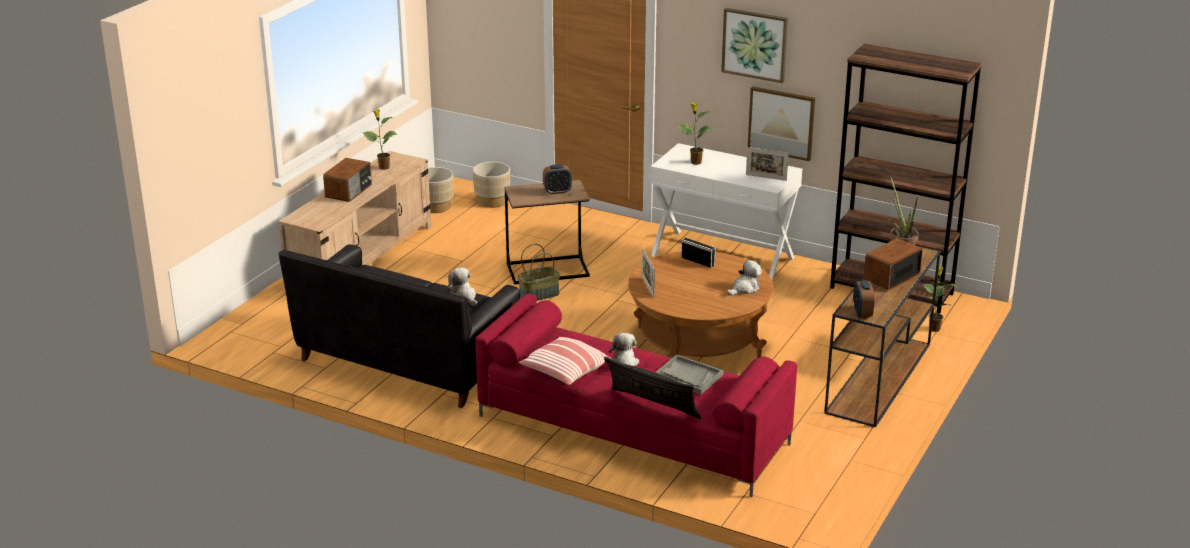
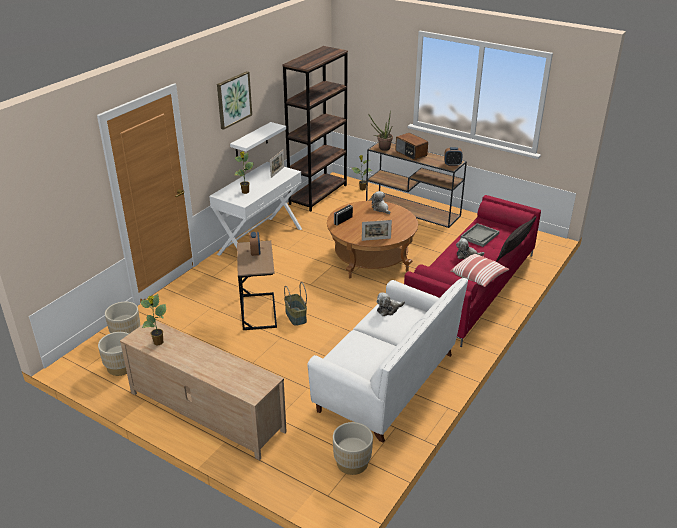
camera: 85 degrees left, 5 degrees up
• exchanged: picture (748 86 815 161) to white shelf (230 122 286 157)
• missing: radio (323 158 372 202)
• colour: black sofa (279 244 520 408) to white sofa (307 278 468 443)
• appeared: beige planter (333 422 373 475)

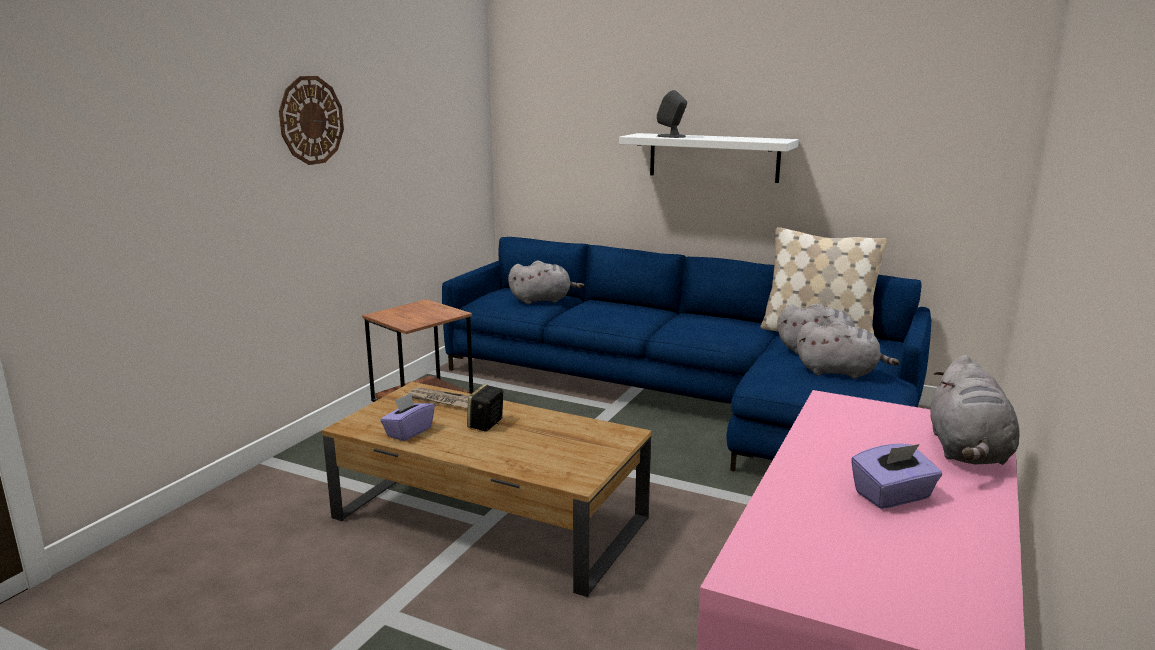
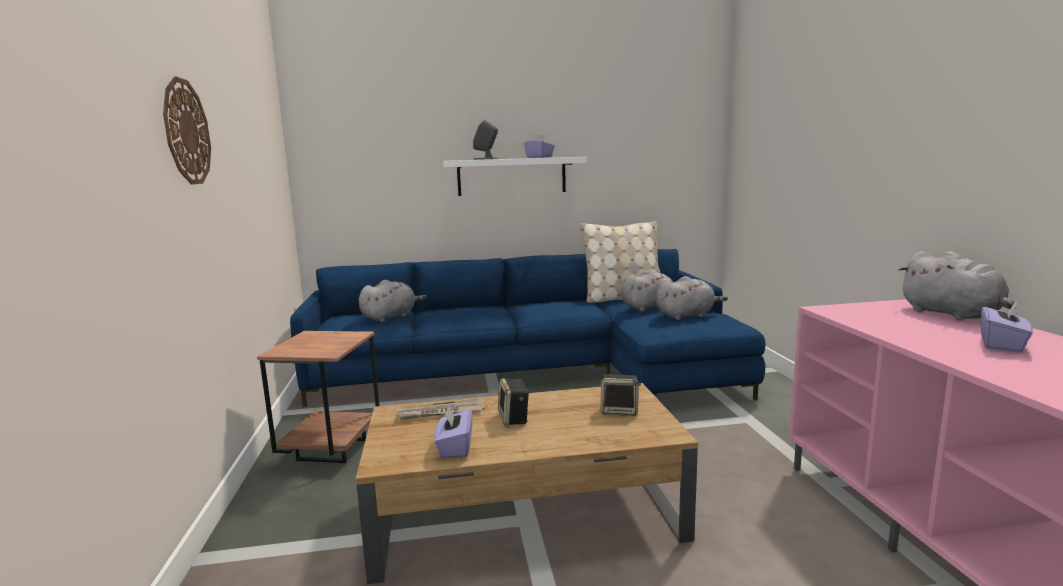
camera: 35 degrees left, 5 degrees down
• appeared: purple tissue box (524 135 555 158)
• appeared: speaker (600 374 641 416)

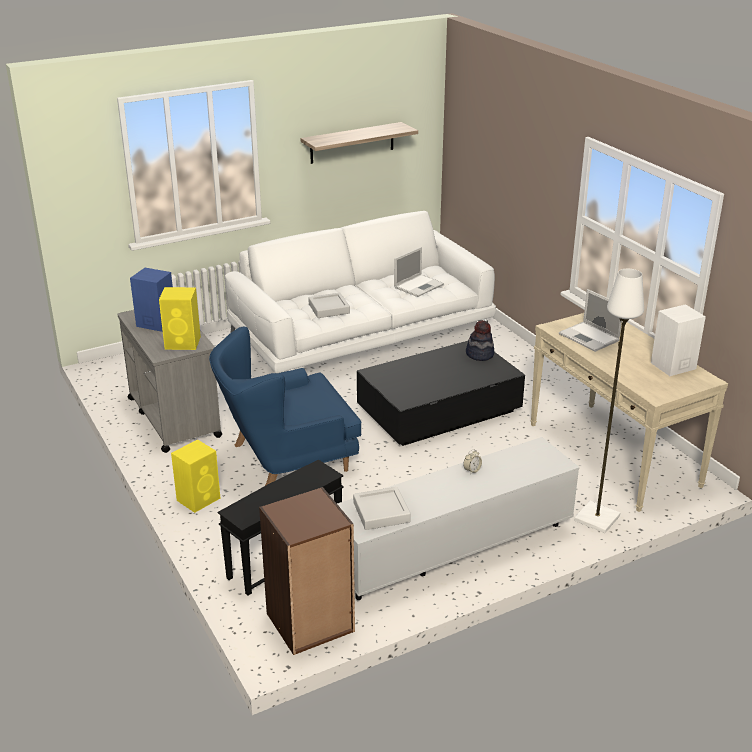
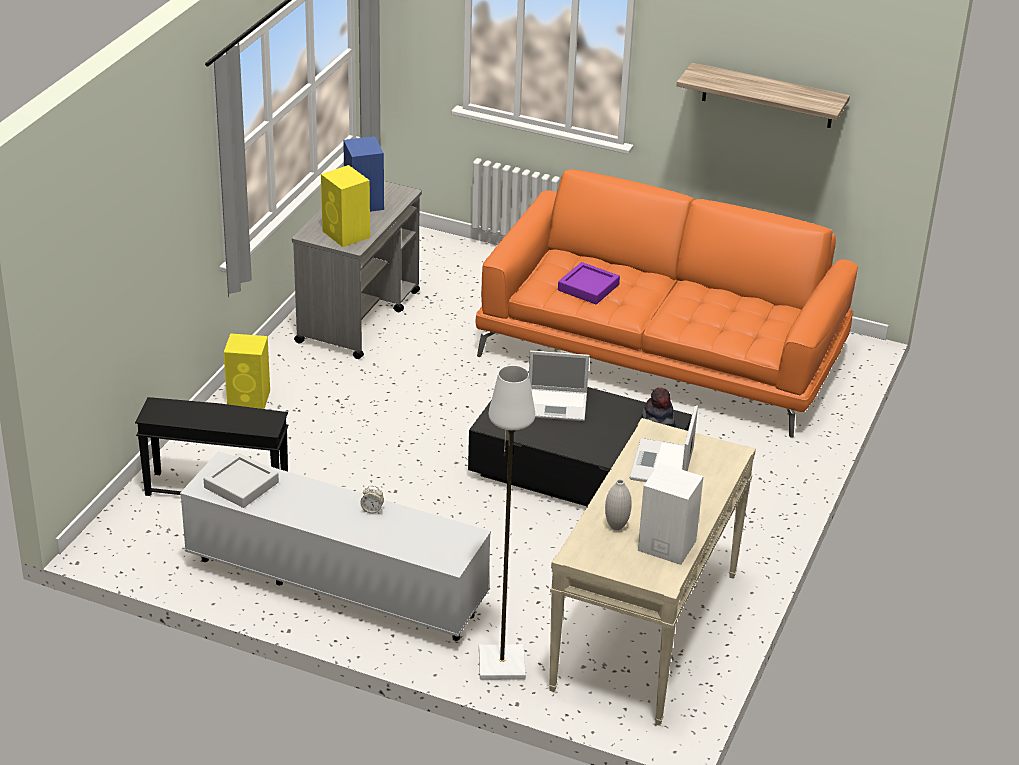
camera: 50 degrees right, 5 degrees up
• colour: white sofa (225 211 496 373) to orange sofa (475 169 858 438)
• relocated: laptop (394 247 444 297) to (529 351 590 421)
• colour: grey tray (308 293 350 318) to purple tray (558 262 620 304)
• missing: blue armchair (209 327 362 486)
• missing: brown bookcase (259 487 355 655)
• appeared: white vase (605 479 632 530)

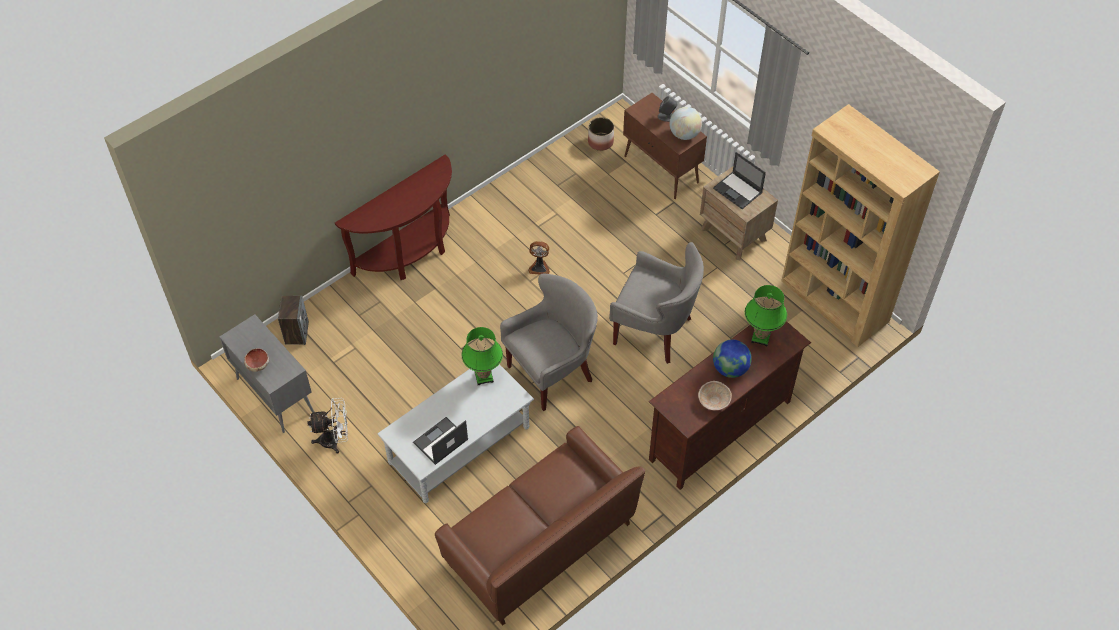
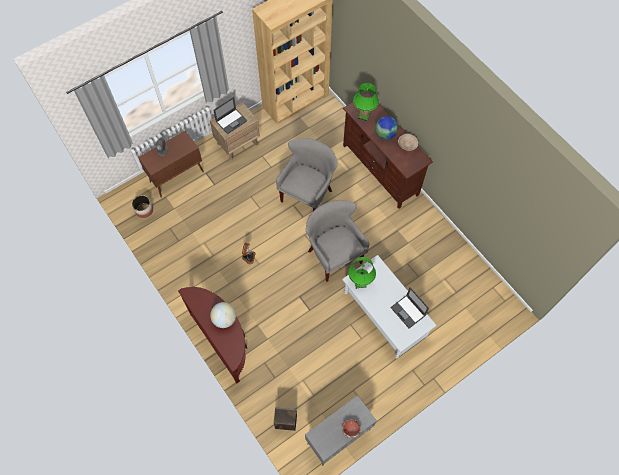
camera: 85 degrees left, 10 degrees up
• relocated: globe (669 107 702 140) to (210 302 236 328)
• missing: white fan (307 398 348 454)
• missing: brown sofa (435 426 645 626)

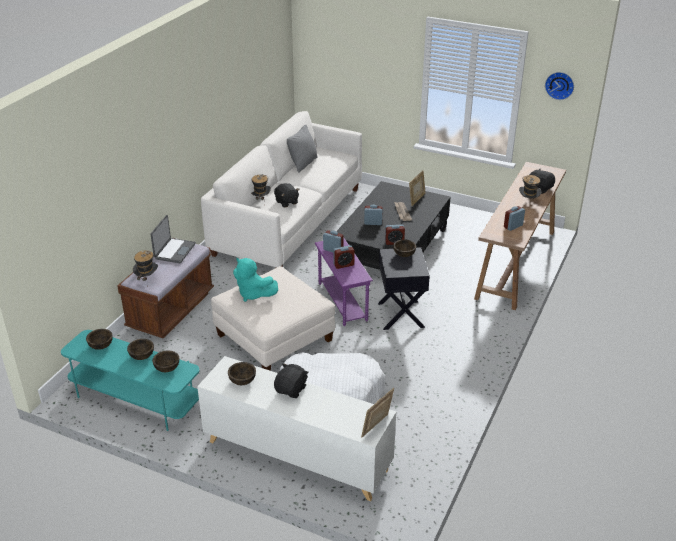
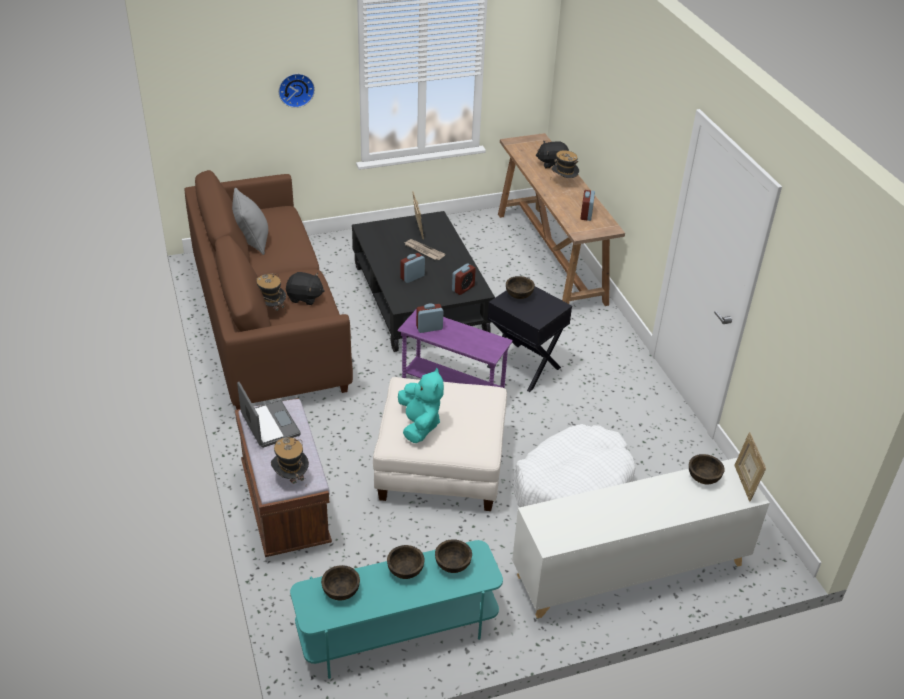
camera: 45 degrees left, 5 degrees up
• relocated: wall clock (545 72 574 100) to (278 74 315 108)
• colour: white sofa (201 111 362 268) to brown sofa (185 170 353 410)
• missing: alarm clock (333 245 355 269)
• spun: turquoise plush toy (233 258 278 302) = (398 368 444 443) 90 degrees counterclockwise
• relocated: brown bowl (228 362 256 385) to (689 454 724 484)
• missing: black plush toy (274 363 309 398)

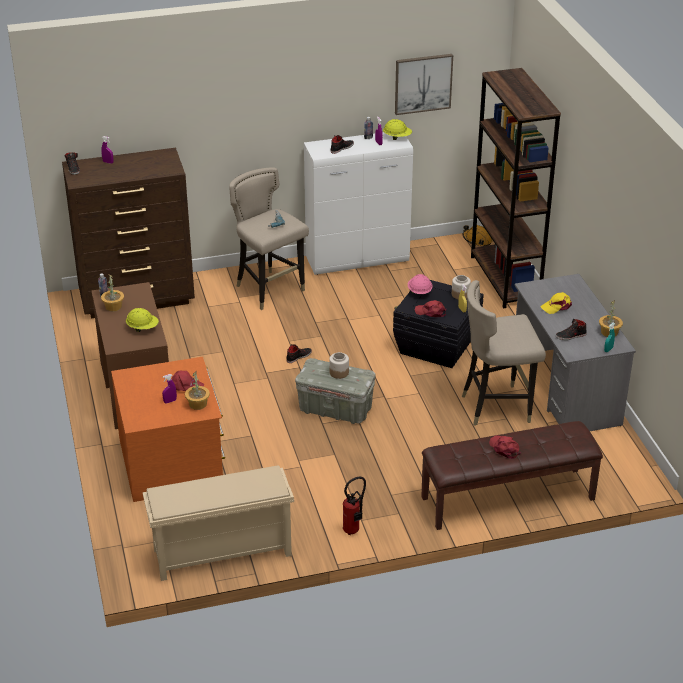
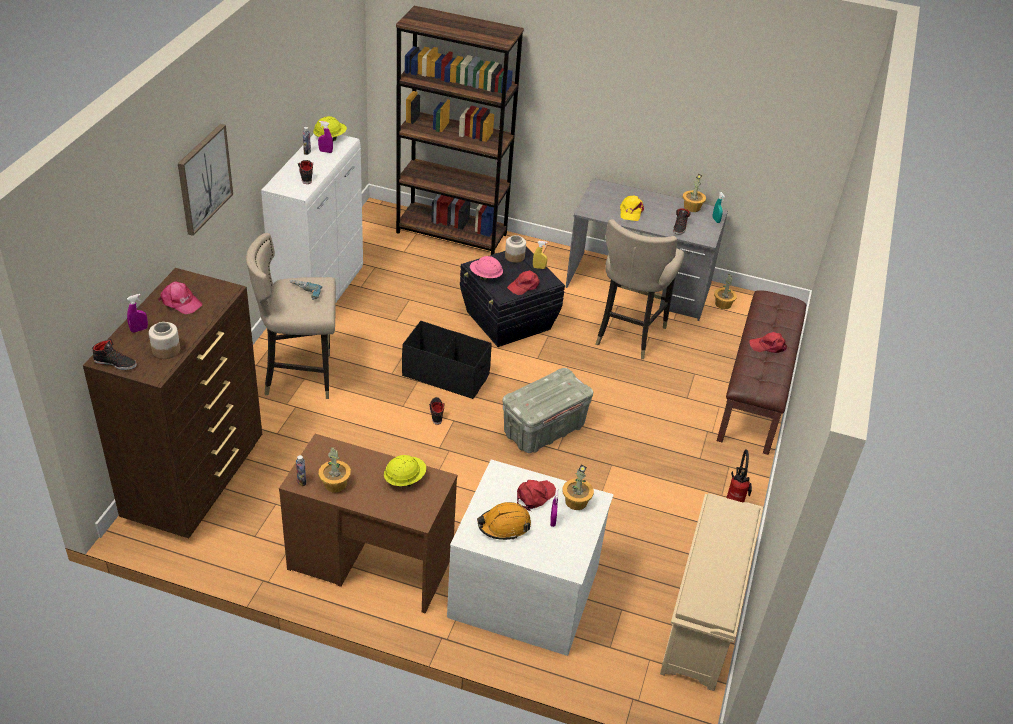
camera: 60 degrees left, 5 degrees up
• relocated: picture (395 54 453 115) to (178 124 233 236)
• relocated: orange hard hat (463 225 493 246) to (477 502 531 540)
• relocated: jar (329 352 349 379) to (149 322 180 359)
• colour: orange dresser (111 357 225 502) to white dresser (447 460 613 656)
• appeared: potted plant (714 274 737 309)
• appeared: pink cap (158 282 202 314)
• appeared: black storage box (402 321 492 399)

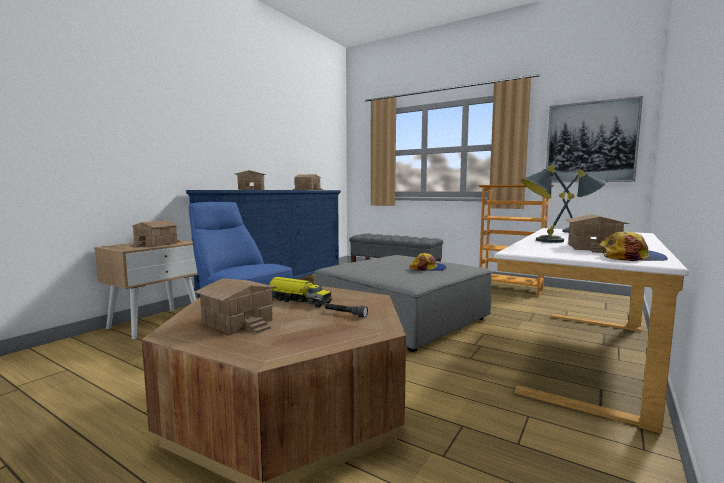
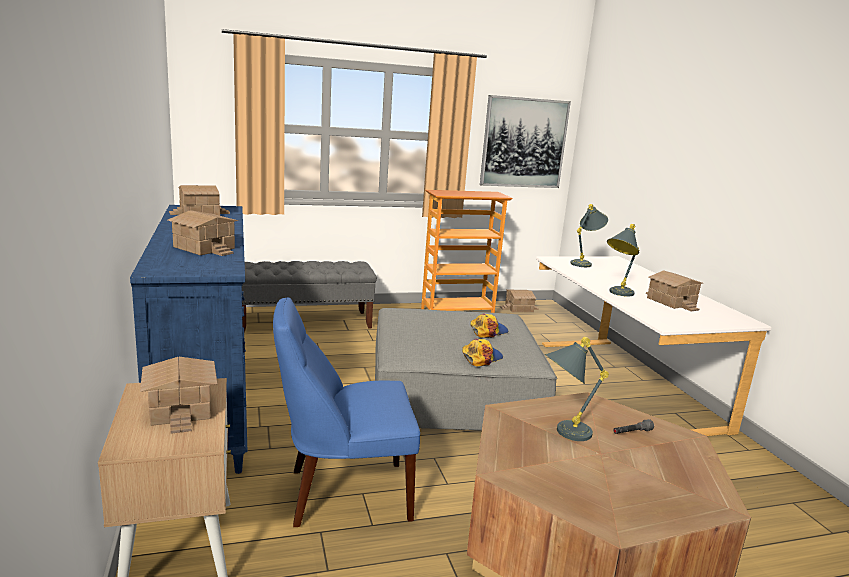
camera: 50 degrees left, 10 degrees up
• relocated: cap (600 231 668 261) to (462 338 503 366)
• exchanged: toy truck (269 277 332 308) to grey table lamp (545 337 609 441)
• relocated: toy house (195 278 276 334) to (500 290 539 312)

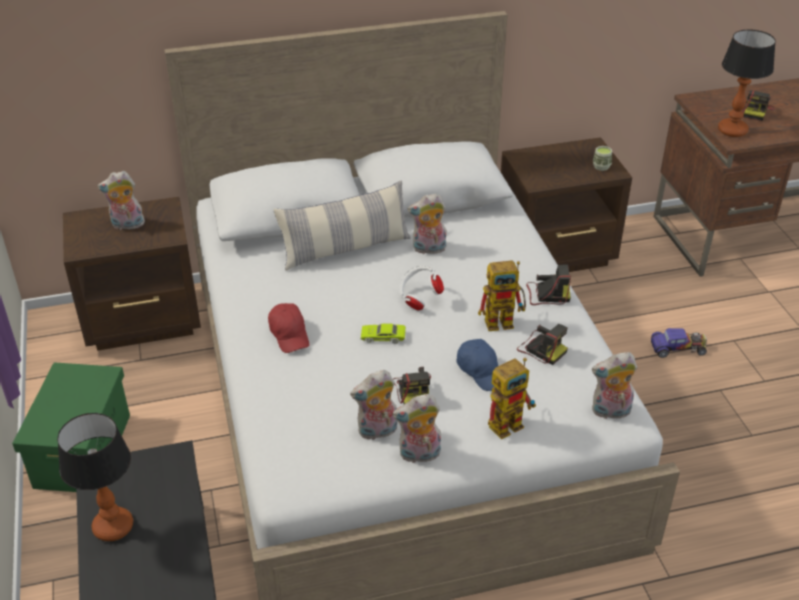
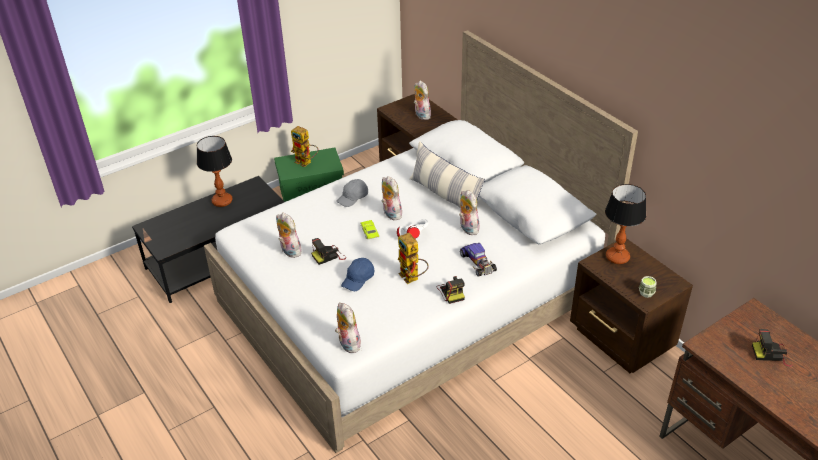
camera: 70 degrees right, 0 degrees up
• relocated: table lamp (718 29 776 137) to (605 184 646 264)
• colour: red cap (268 303 309 353) to grey cap (336 179 368 207)
• missing: photo camera (517 324 568 365)
• relocated: toy car (651 328 707 358) to (460 243 497 277)
• relocated: toy robot (488 358 536 440) to (291 126 318 167)
• relocated: plush toy (392 394 441 463) to (381 176 402 220)

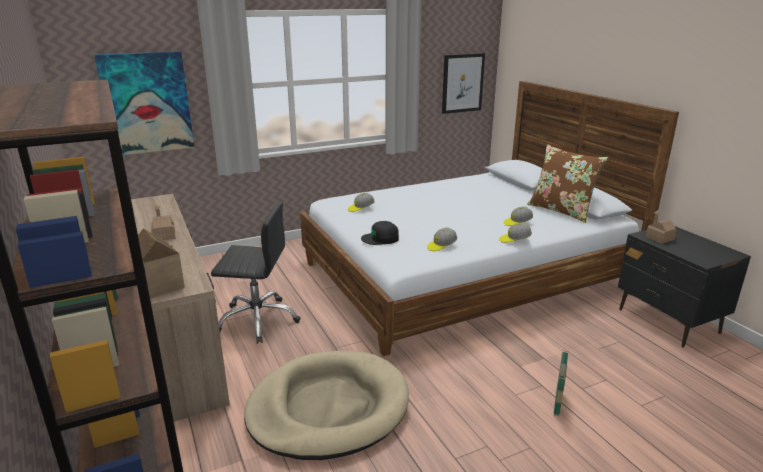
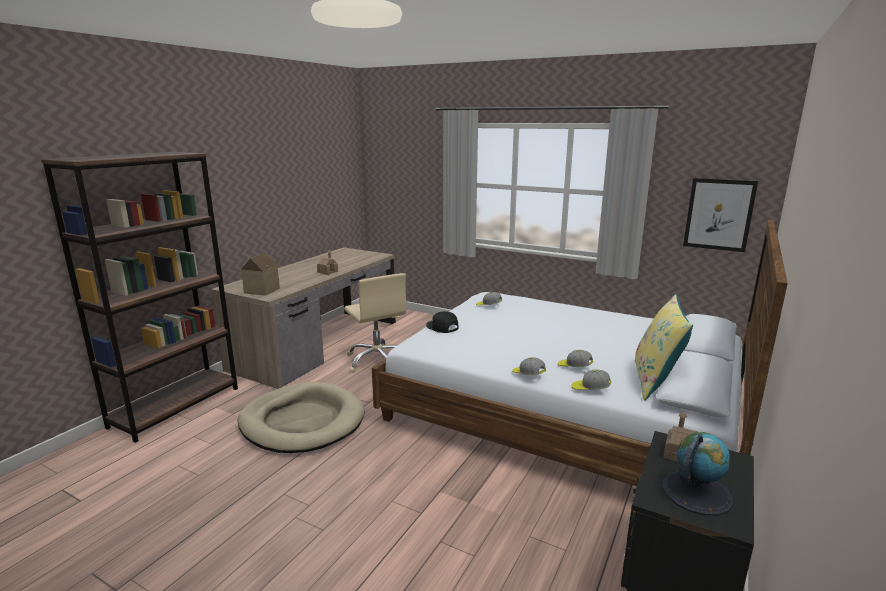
camera: 55 degrees right, 5 degrees down
• missing: picture (94 51 195 155)
• colour: brown pillow (527 144 608 223) to yellow pillow (635 294 693 400)
• colour: black office chair (211 202 301 344) to beige office chair (344 273 406 373)
• relocated: cap (427 227 457 251) to (571 369 611 390)
• missing: basket (554 350 570 416)
• appeared: globe (662 432 733 516)

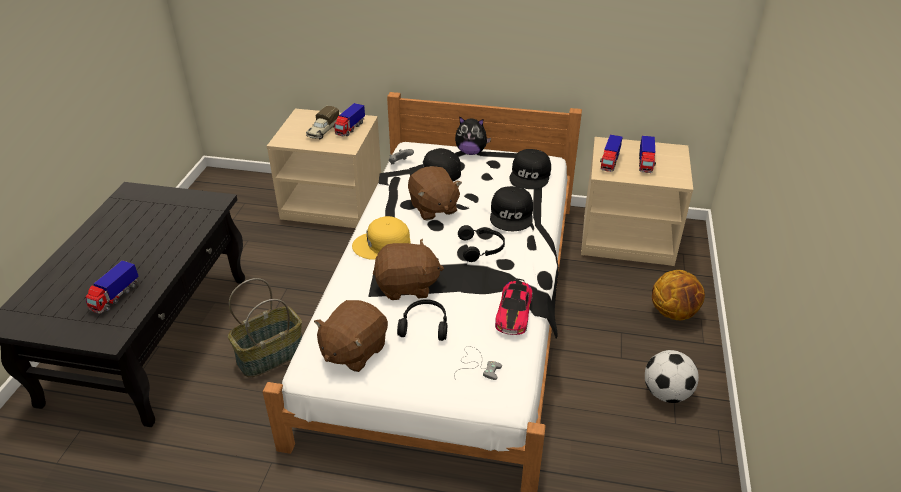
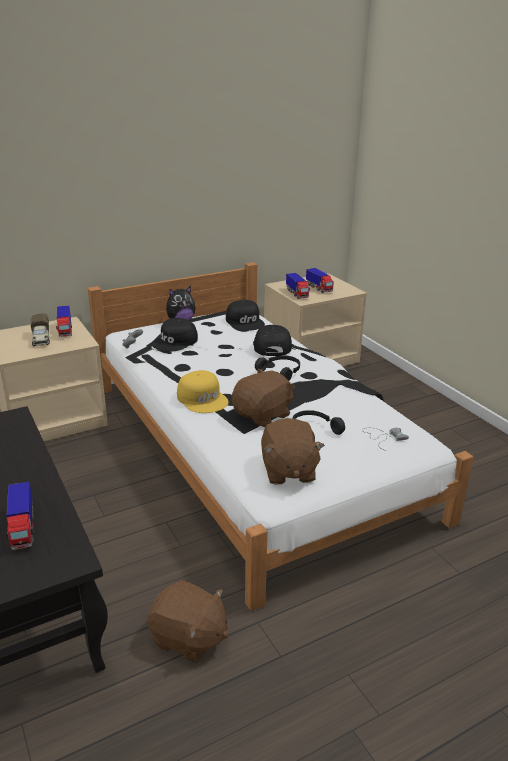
camera: 40 degrees left, 10 degrees down
• relocated: brown plush toy (408 166 462 220) to (147 580 229 663)
• spun: black cap (490 186 533 231) = (253 325 292 356) 150 degrees counterclockwise
• spun: yellow cap (352 216 411 260) = (177 370 228 413) 75 degrees counterclockwise
• missing: basketball (652 270 705 320)
• missing: basket (228 278 302 377)
• missing: toy car (495 279 533 335)
• missing: football (645 350 699 403)

